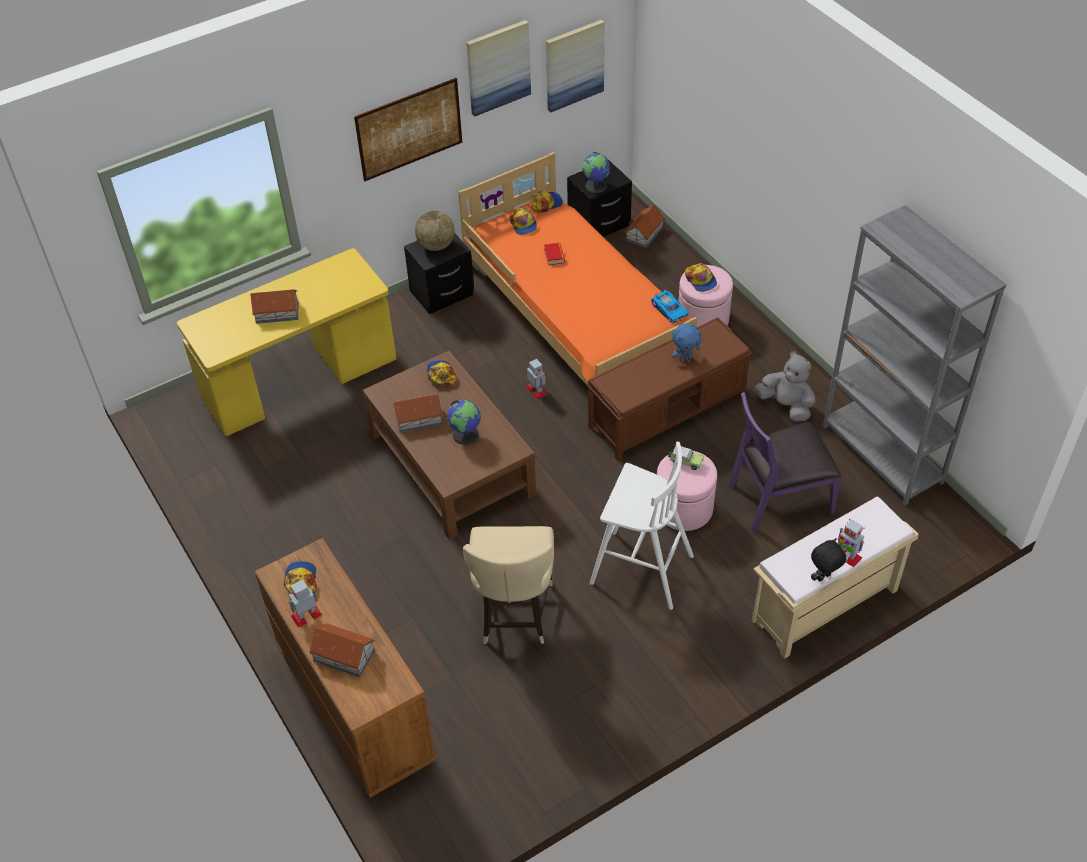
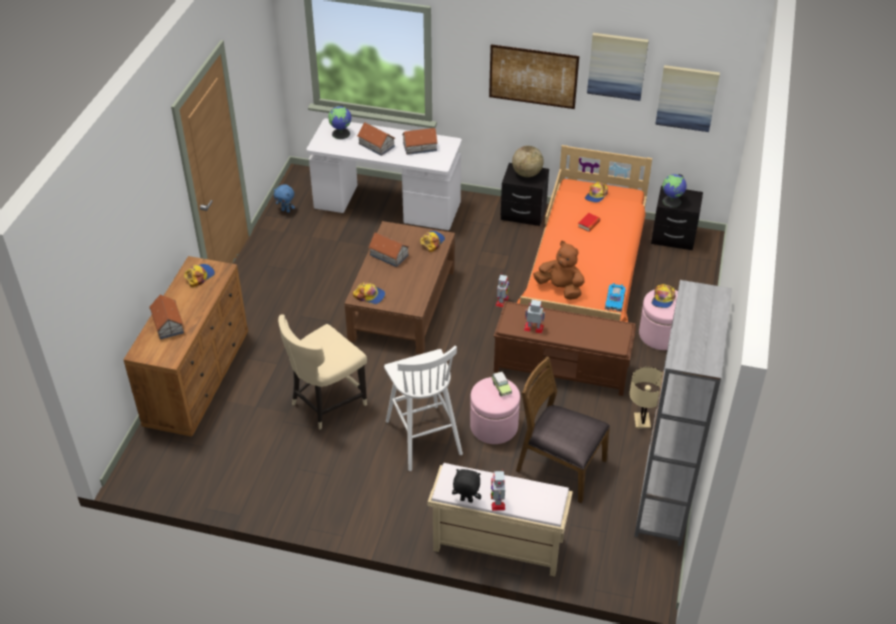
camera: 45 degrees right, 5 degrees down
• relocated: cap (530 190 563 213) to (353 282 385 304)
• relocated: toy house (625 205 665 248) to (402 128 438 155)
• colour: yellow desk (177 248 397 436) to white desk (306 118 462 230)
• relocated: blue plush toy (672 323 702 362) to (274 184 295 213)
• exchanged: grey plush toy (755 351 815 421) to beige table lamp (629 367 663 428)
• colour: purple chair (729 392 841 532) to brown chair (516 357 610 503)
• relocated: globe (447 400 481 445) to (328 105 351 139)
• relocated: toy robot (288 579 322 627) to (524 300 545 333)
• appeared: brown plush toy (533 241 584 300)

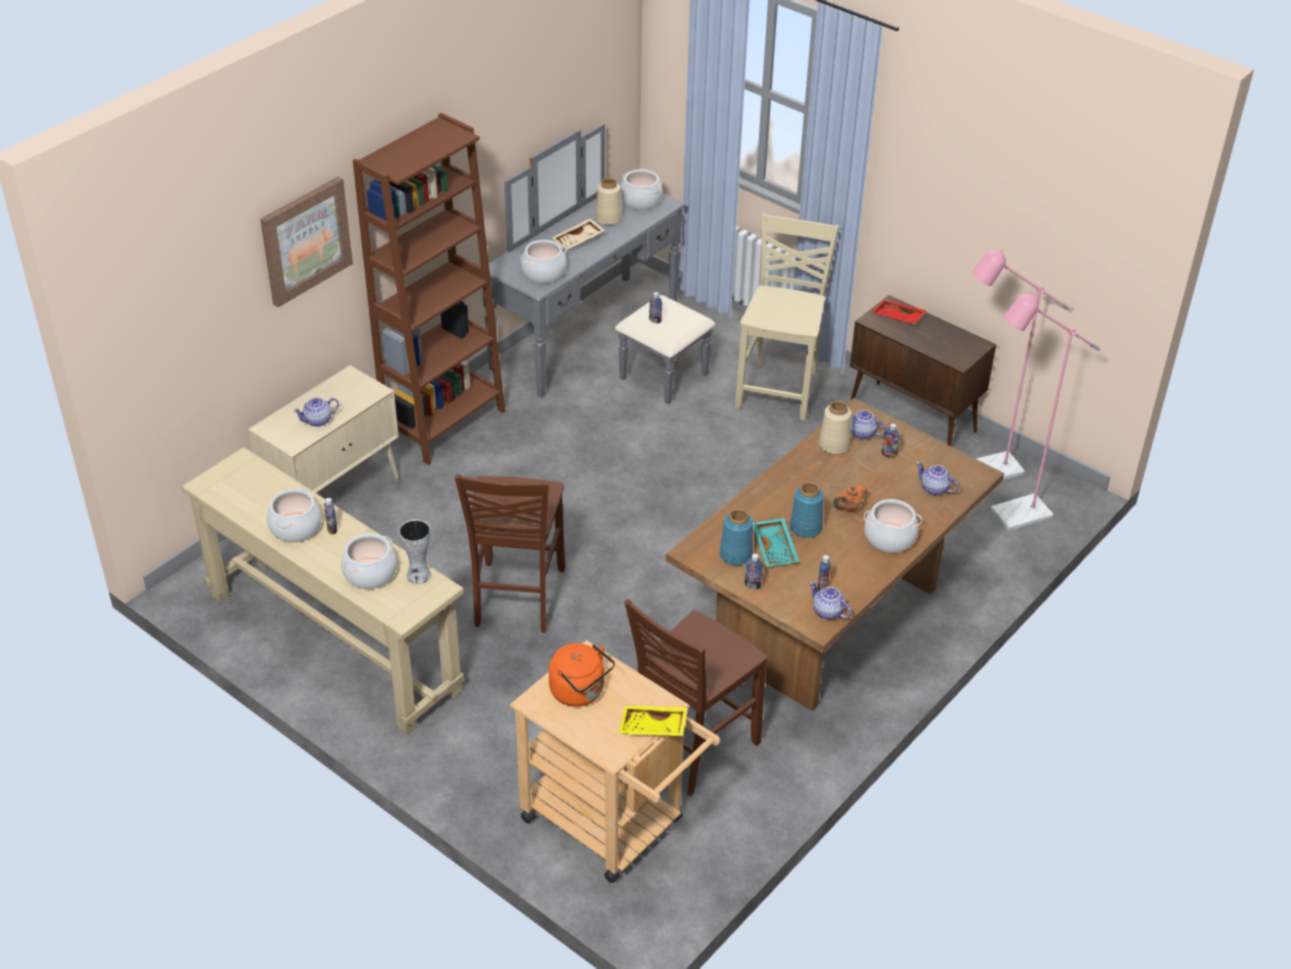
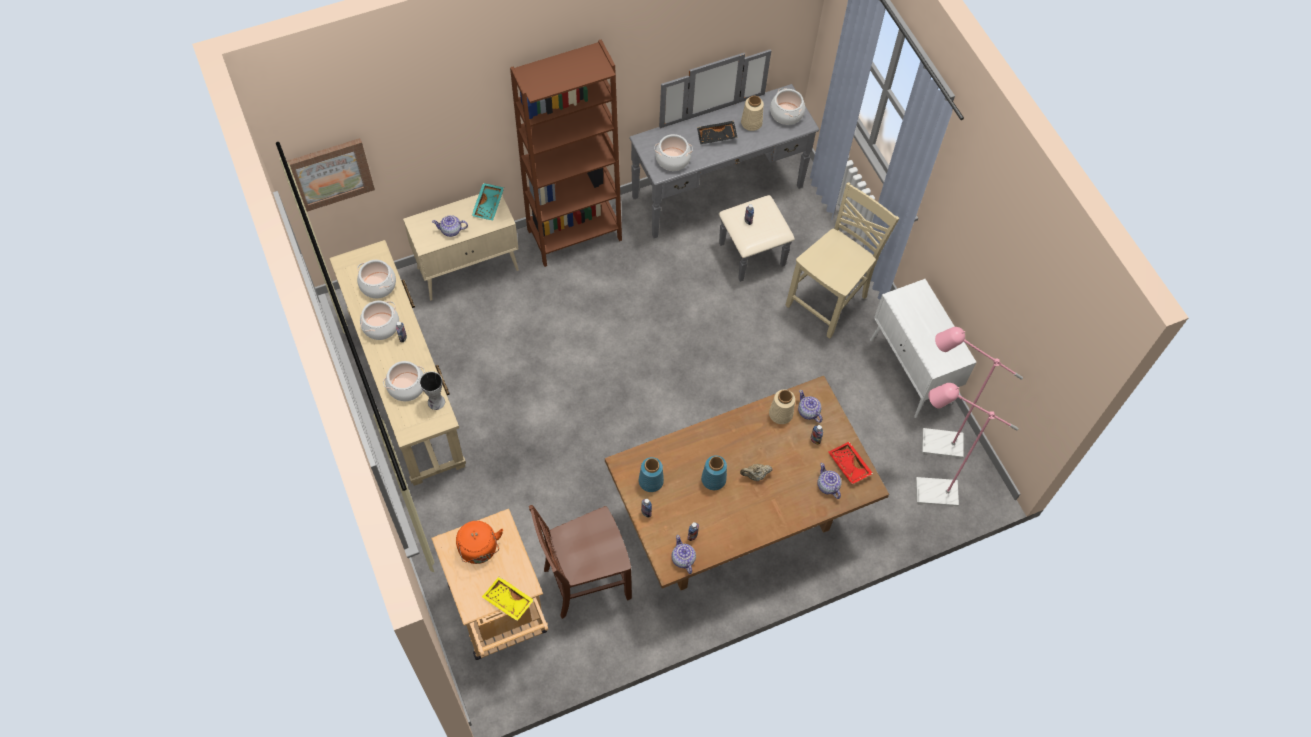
camera: 25 degrees right, 20 degrees up
• relocated: picture (260 177 353 307) to (287 138 375 212)
• colour: beige tray (552 218 605 250) to black tray (697 121 738 144)
• colour: brown cabinet (850 295 996 446) to white cabinet (870 279 977 418)
• relocated: red tray (872 299 927 324) to (828 442 873 484)
• missing: brown chair (455 474 565 633)
• colour: orange teapot (833 486 867 511) to beige teapot (740 464 772 481)
• relocated: cooking pot (864 499 922 553) to (357 260 396 299)
• relocated: turquoise tray (753 518 799 567) to (472 183 504 220)

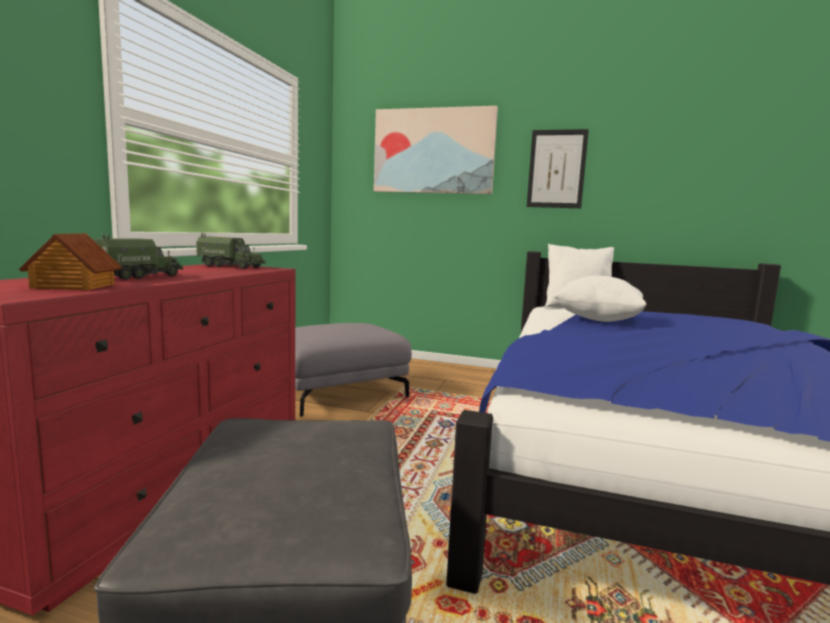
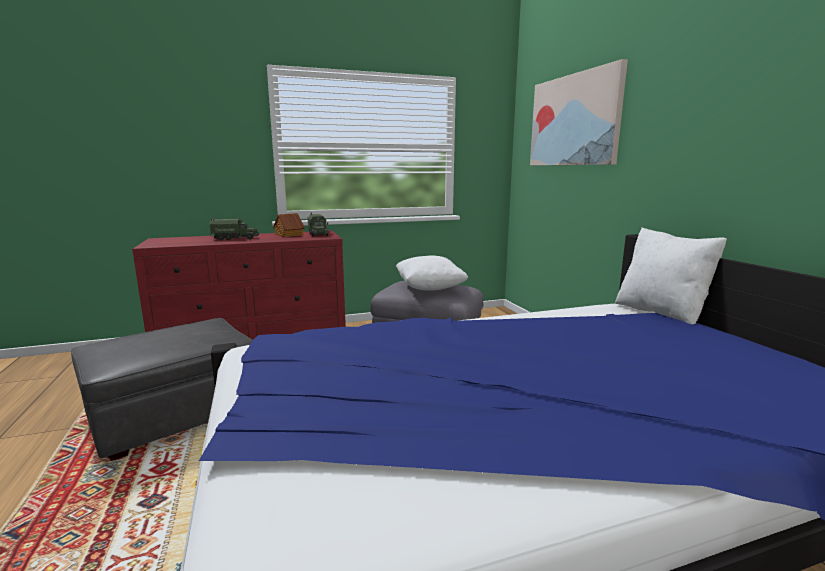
camera: 55 degrees right, 5 degrees up
• missing: picture (527 129 589 208)
• relocated: toy house (19 233 122 290) to (273 213 305 237)
• relocated: white pillow (554 276 647 322) to (396 255 468 291)

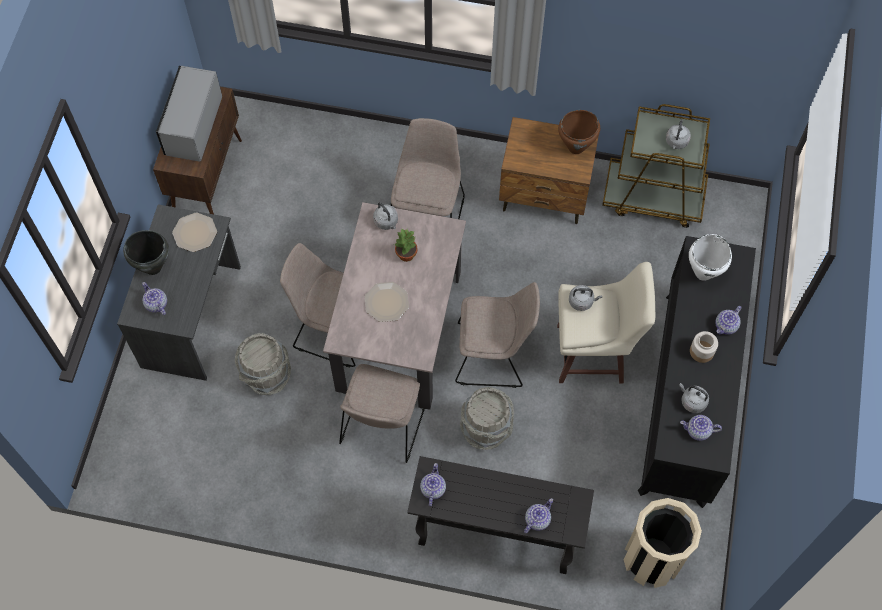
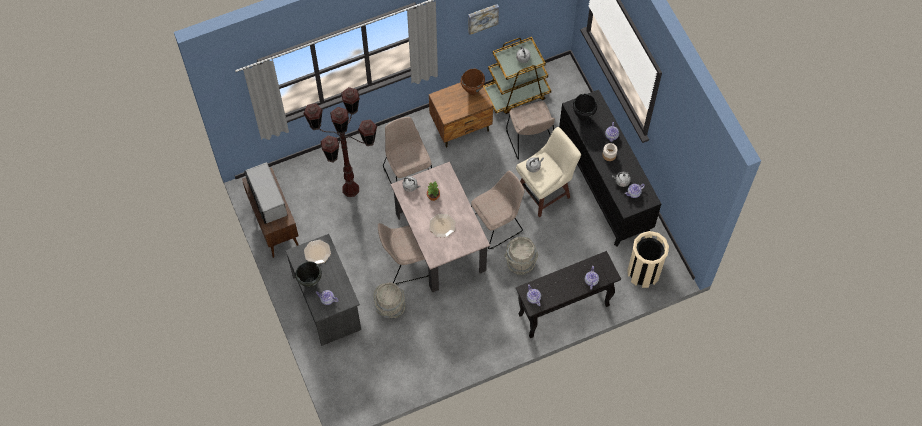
camera: 35 degrees left, 0 degrees up
• colour: white cooking pot (689 234 732 281) to black cooking pot (573 94 597 121)
• relocated: beige chair (339 364 425 463) to (506 101 555 160)
• appeared: picture (468 4 499 35)
• appeared: brown floor lamp (303 87 377 197)

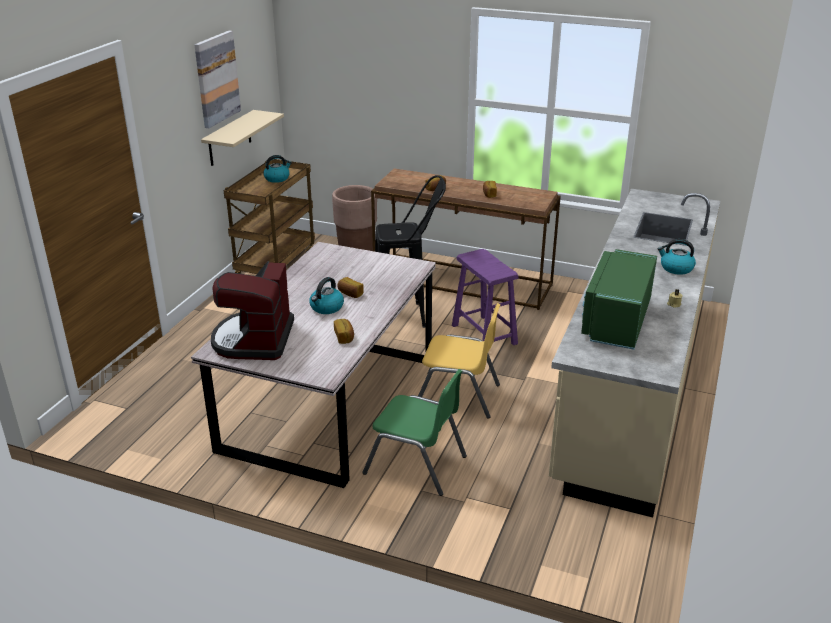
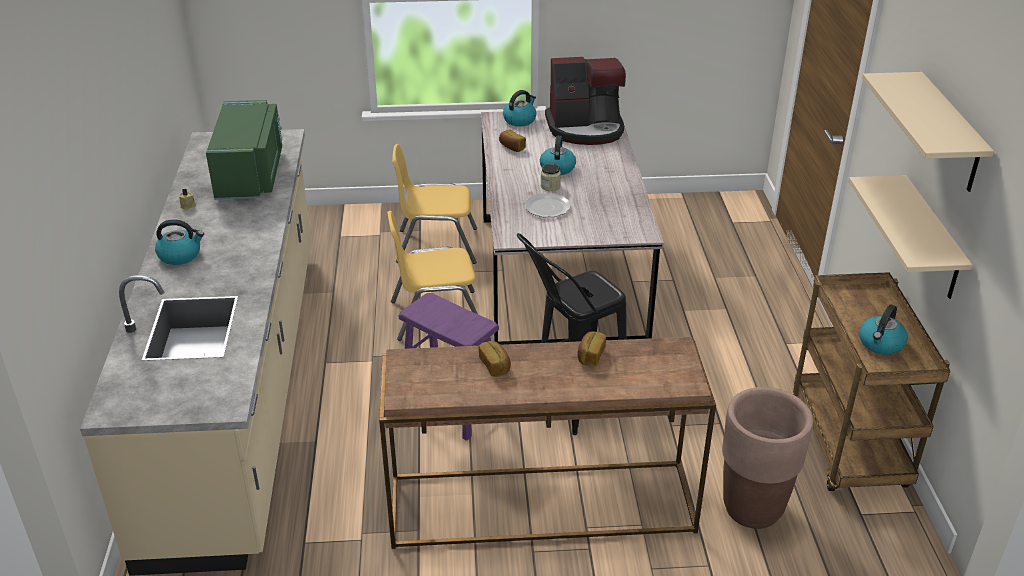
camera: 155 degrees right, 5 degrees up
• exchanged: picture (194 31 241 128) to beige shelf (862 72 994 192)
• spun: coffee machine (211 261 294 360) = (545 57 626 145) 105 degrees clockwise
• exchanged: bread (337 277 364 298) to jar (541 164 561 191)
• colour: green chair (362 369 467 496) to yellow chair (392 144 477 264)
• appeared: kettle (503 90 537 127)
• appeared: plate (524 193 571 217)

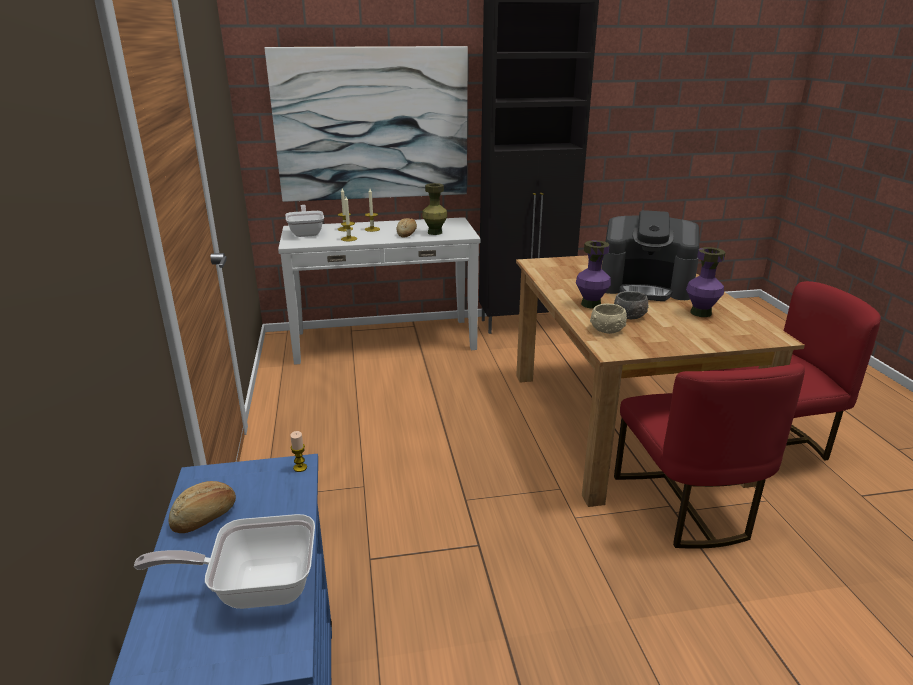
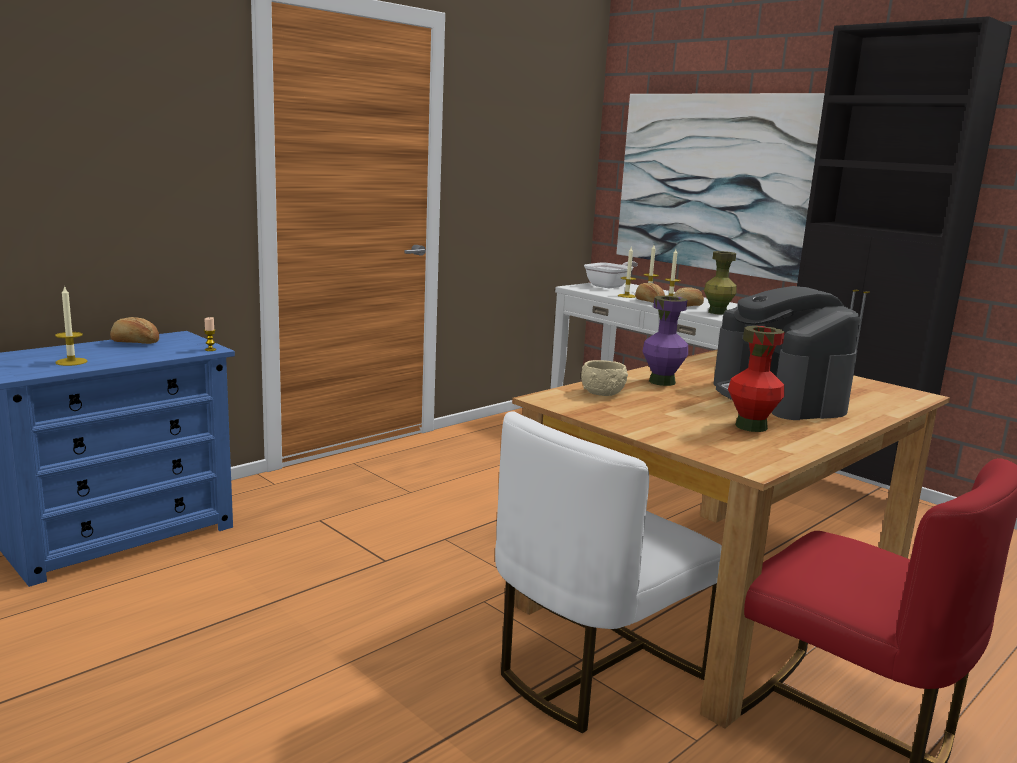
camera: 55 degrees right, 10 degrees down
• colour: purple vase (686 247 726 317) to red vase (728 326 785 432)
• missing: grey bowl (614 291 648 319)
• colour: red chair (614 363 805 549) to white chair (495 411 722 733)
• exchanged: frying pan (134 514 315 609) to candle (55 285 88 366)
• appeared: bread (635 283 665 303)

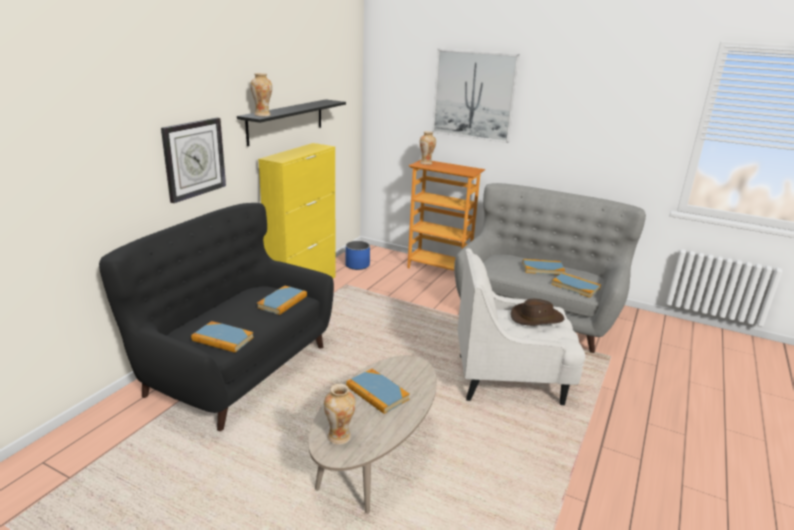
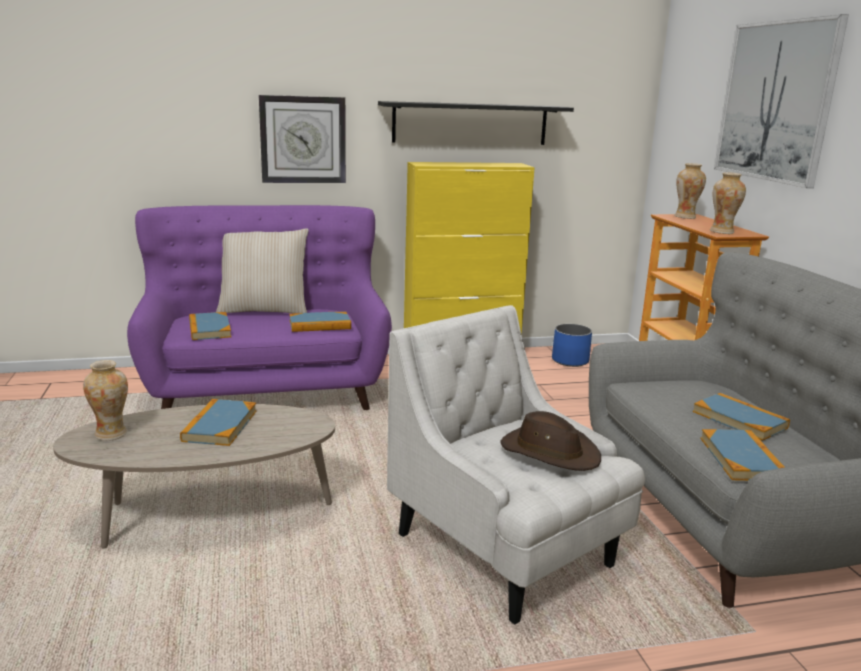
camera: 50 degrees right, 5 degrees down
• relocated: vase (250 73 272 116) to (710 172 746 234)
• colour: black sofa (99 203 334 431) to purple sofa (127 205 392 410)
• appeared: beige pillow (216 228 309 313)

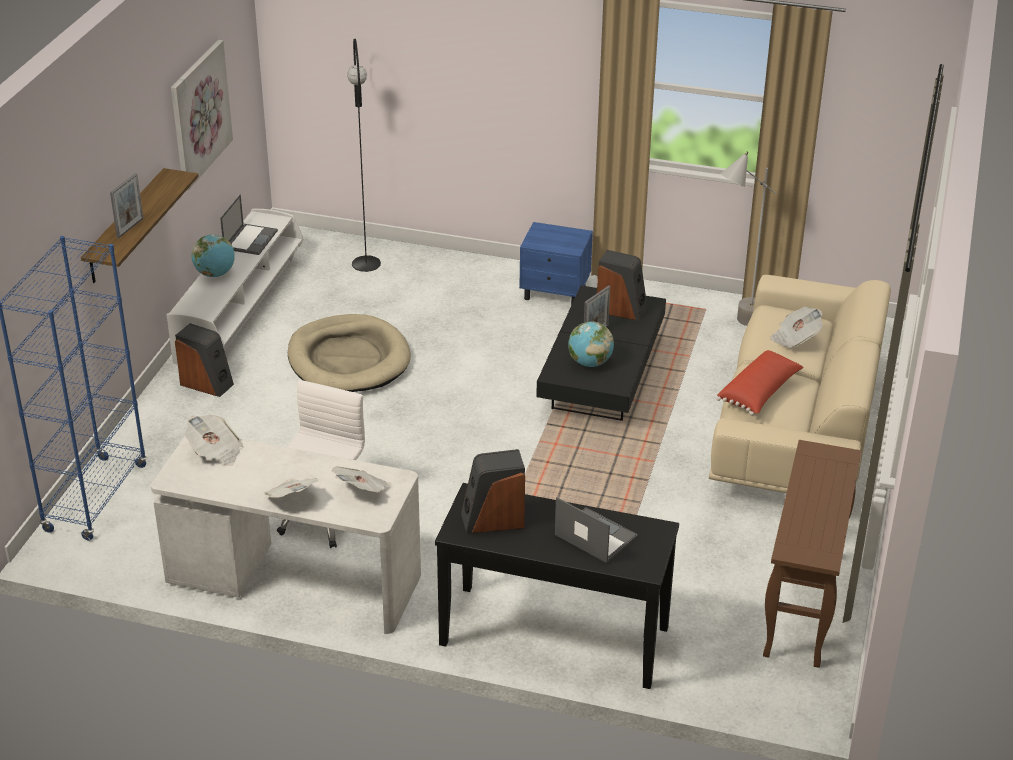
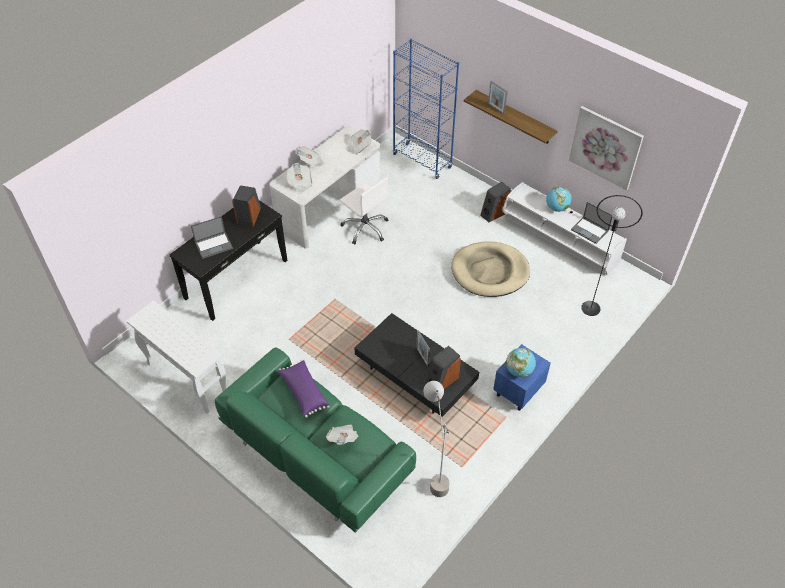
camera: 115 degrees right, 15 degrees up
• colour: beige sofa (709 275 891 493) to green sofa (215 347 416 533)
• relocated: globe (568 321 614 367) to (506 348 536 378)
• colour: red pillow (717 350 804 416) to purple pillow (277 360 330 418)
• colour: brown console table (763 440 861 667) to white console table (127 300 226 413)

